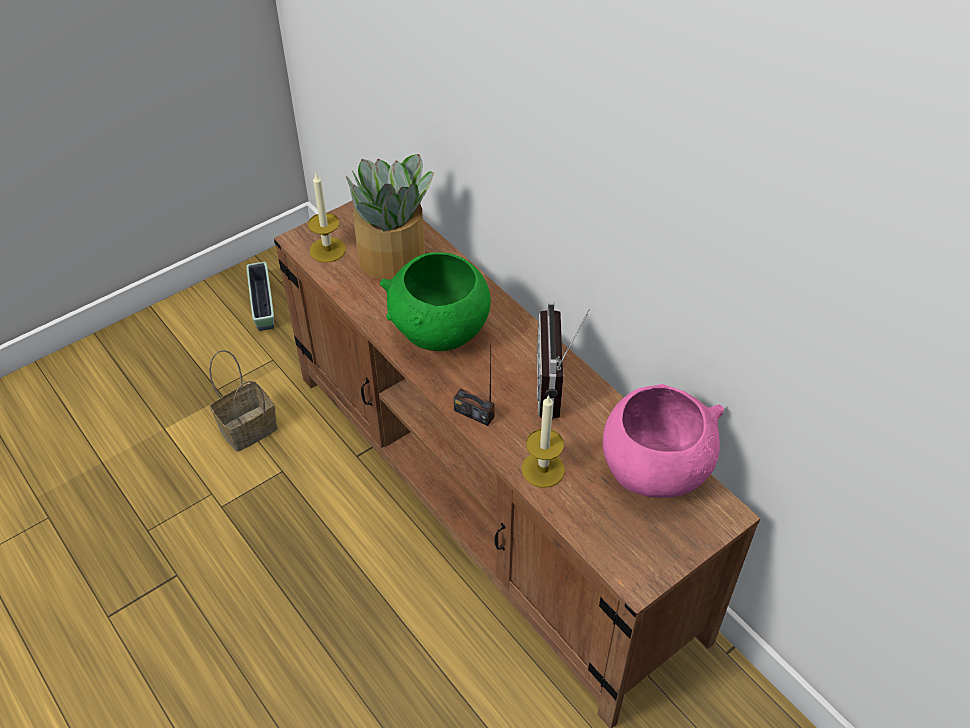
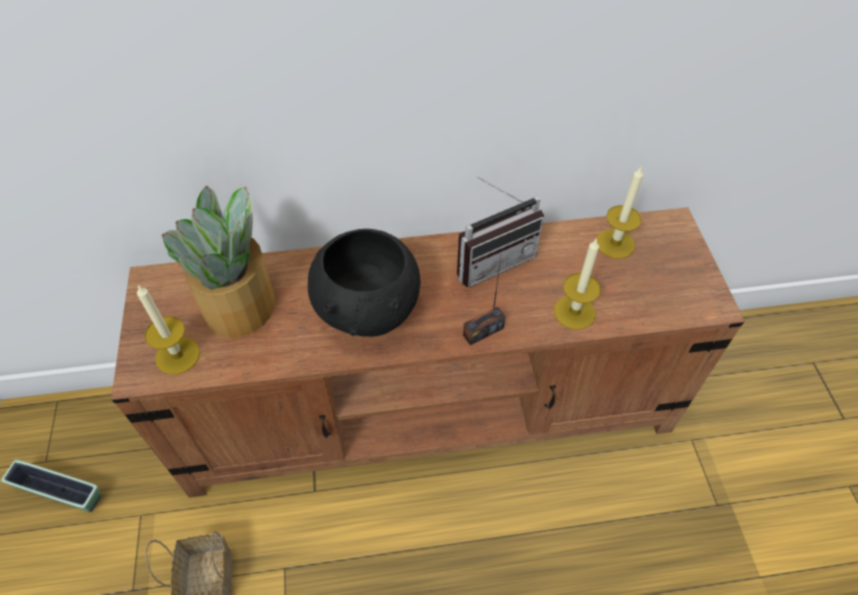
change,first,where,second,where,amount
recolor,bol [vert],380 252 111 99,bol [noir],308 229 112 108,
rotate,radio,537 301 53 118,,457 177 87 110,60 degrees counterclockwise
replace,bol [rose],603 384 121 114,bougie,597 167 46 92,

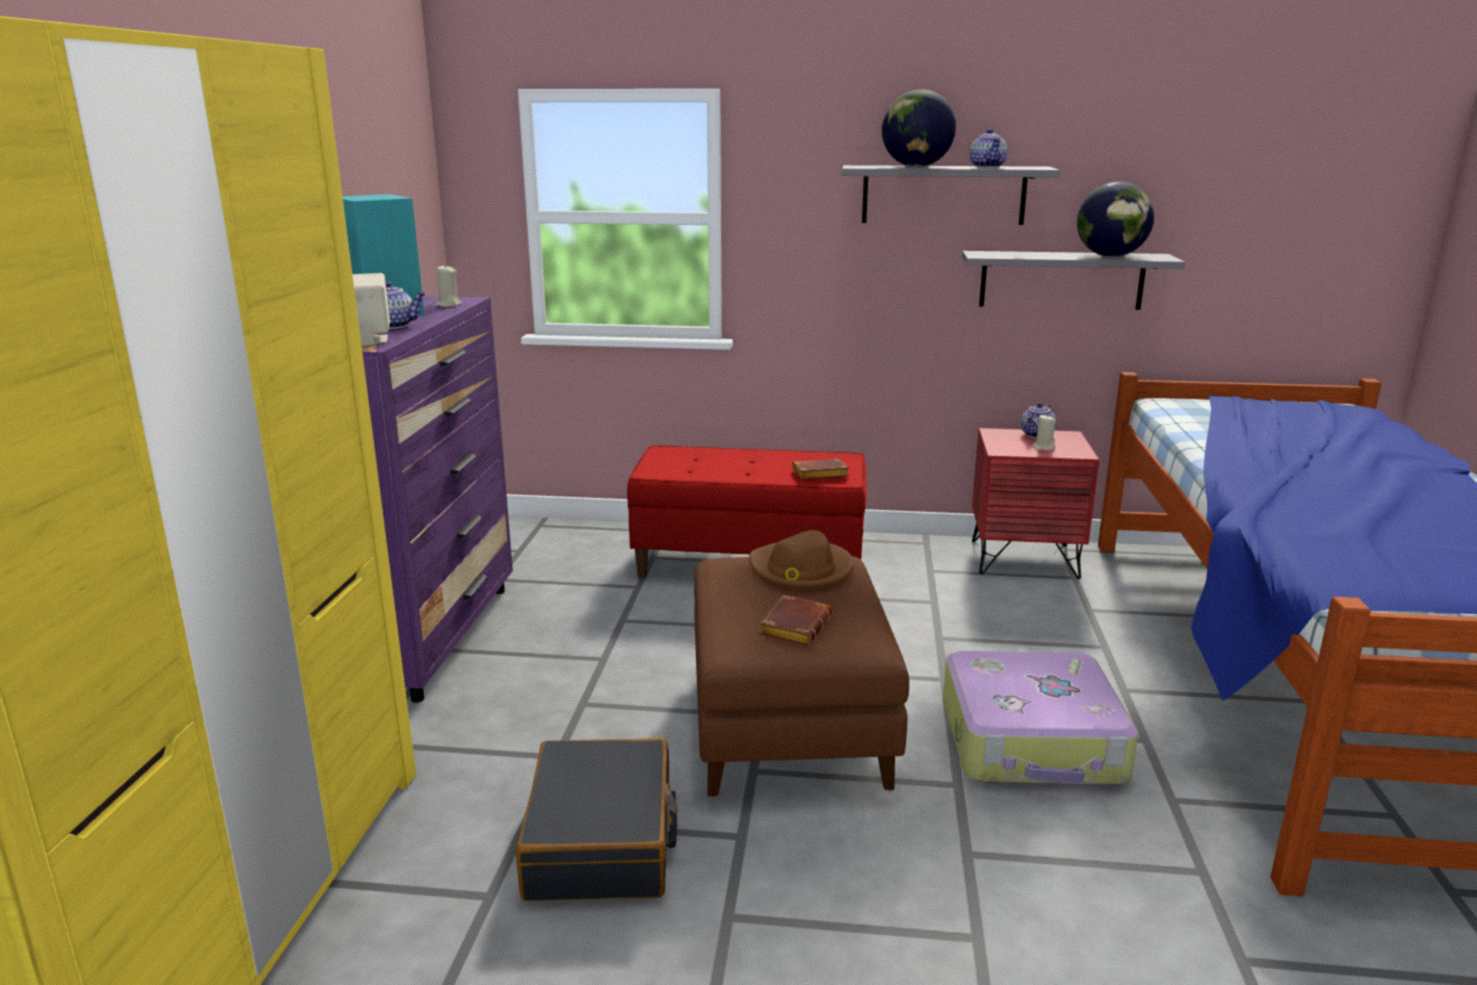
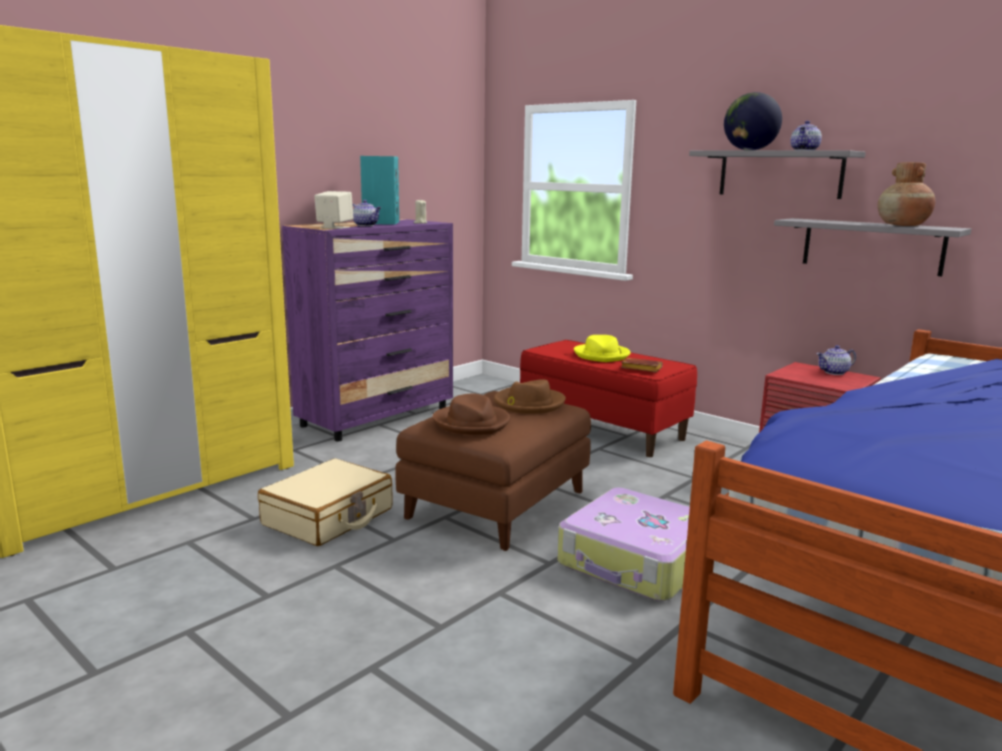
change,first,where,second,where,amount
recolor,valise [noir],516 738 162 163,valise [beige],258 458 135 88,
replace,livre [marron],759 594 73 52,chapeau [marron],432 394 78 41,
delete,bougie [beige],1033 414 23 37,,,
replace,globe,1077 182 77 75,vase [marron],878 162 57 64,
insert,,,chapeau [jaune],574 335 56 27,

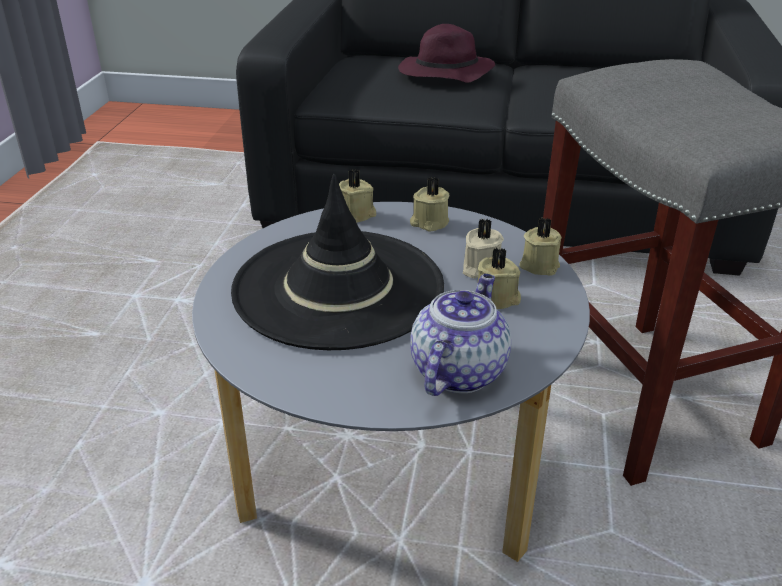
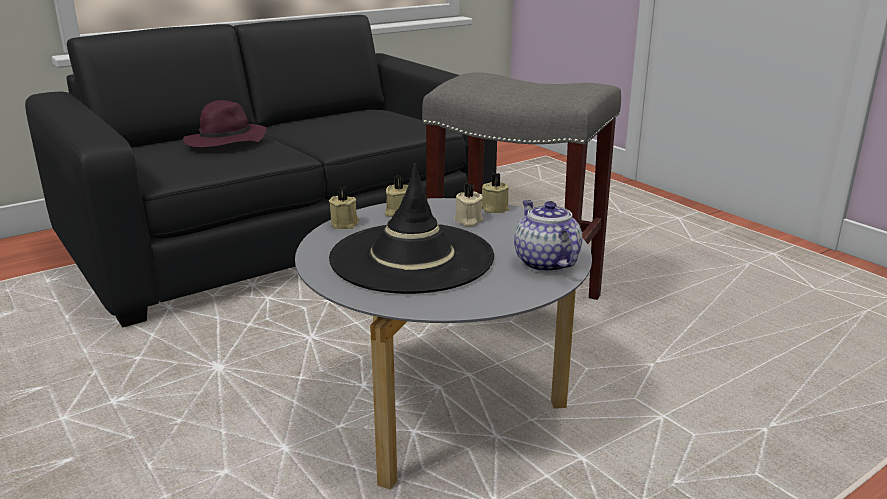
change,first,where,second,where,amount
delete,bougie [beige],477 247 44 62,,,

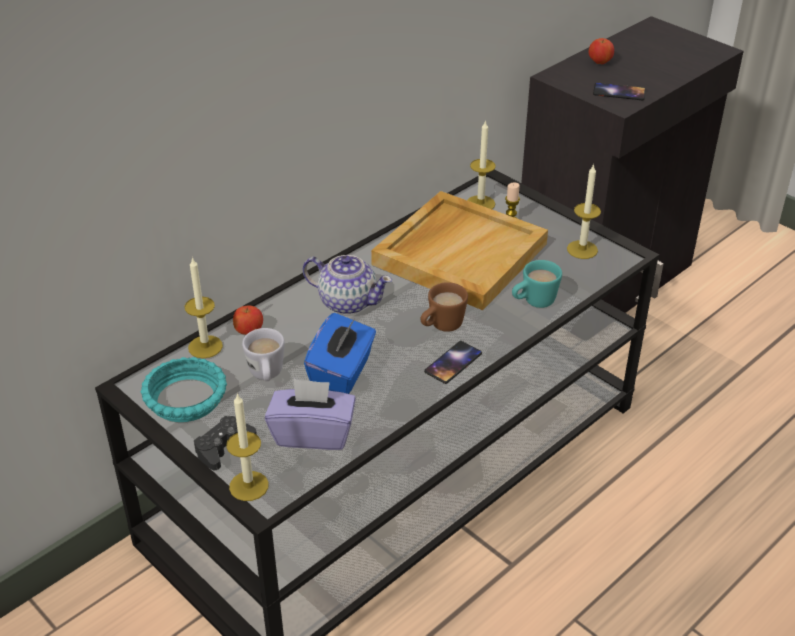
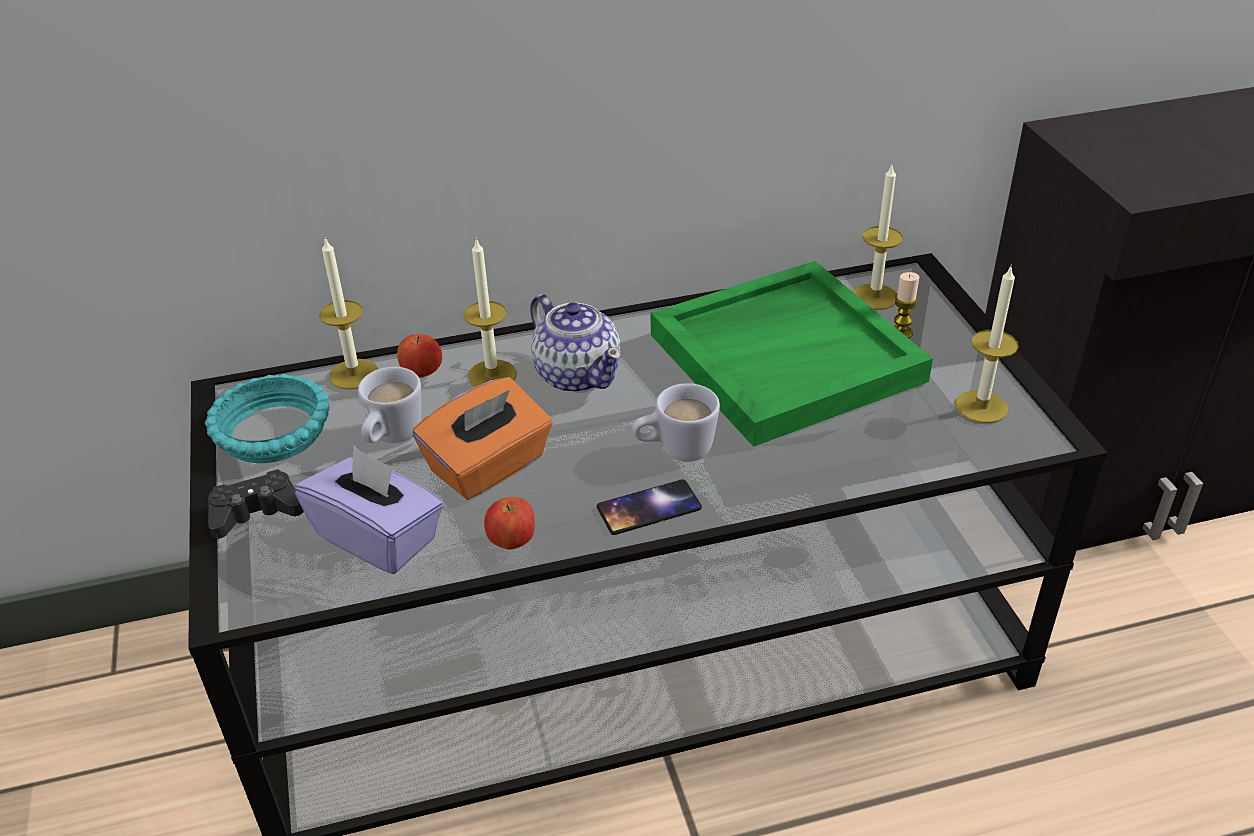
change,first,where,second,where,amount
move,bougie,226 393 43 108,,463 237 54 150,
recolor,boîte à mouchoirs [bleu],304 313 72 81,boîte à mouchoirs [orange],413 377 140 123,
recolor,plateau [beige],371 191 177 119,plateau [vert],650 261 283 186,
recolor,mug [marron],421 282 47 50,mug [blanc],632 383 88 79,
delete,mug [turquoise],512 260 50 48,,,
move,pomme,589 38 25 26,,484 497 51 53,
delete,téléphone,593 83 53 17,,,

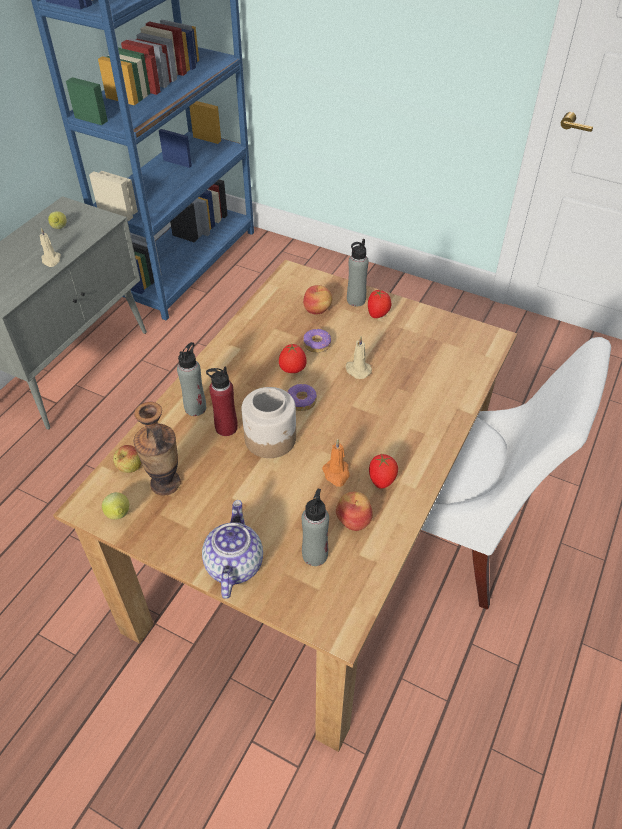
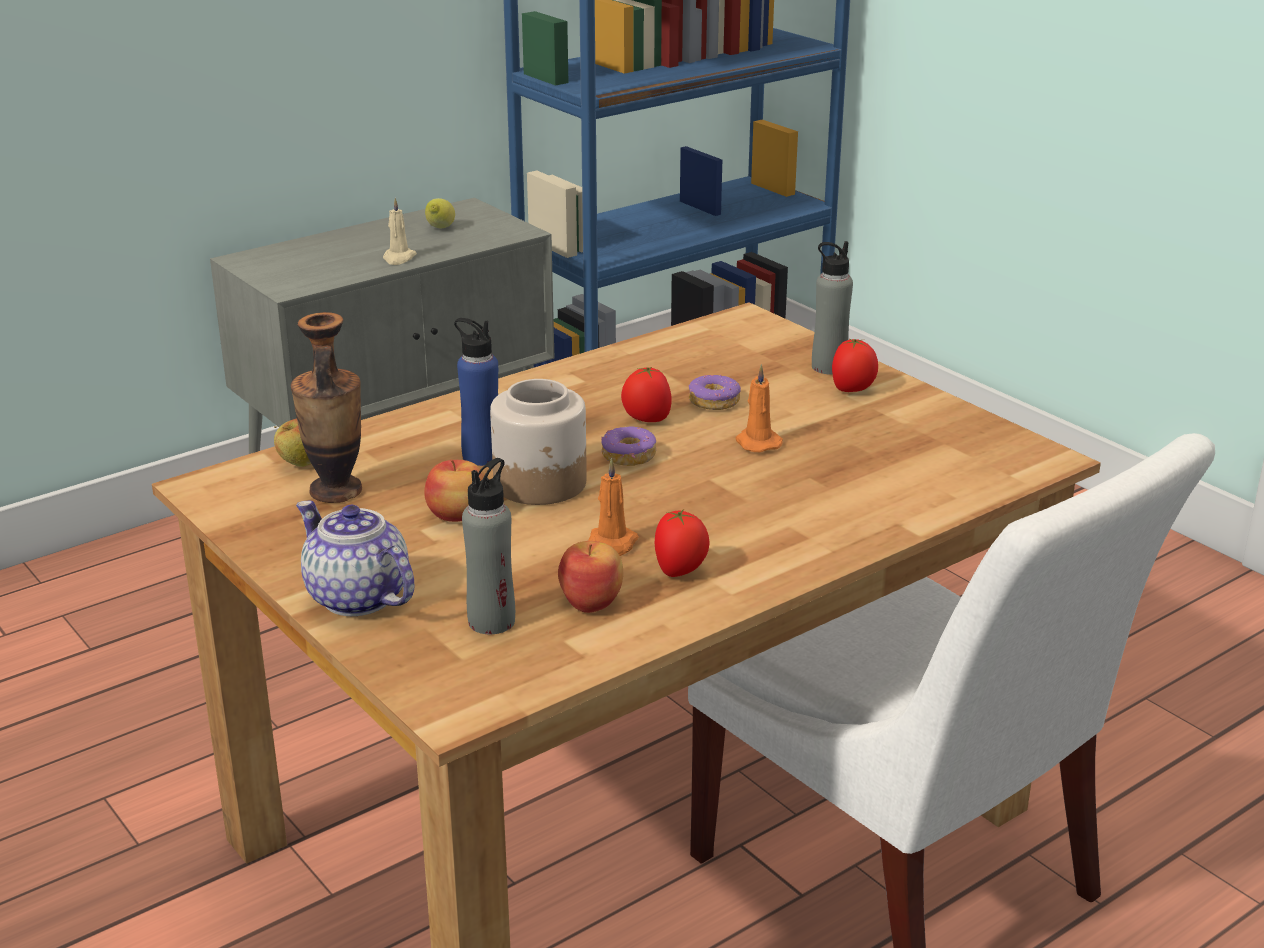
change,first,where,second,where,amount
delete,citron,102 492 27 28,,,
delete,bouteille [gris],177 342 29 74,,,
rotate,théière,202 500 61 99,,296 500 118 116,75 degrees counterclockwise
recolor,bouteille [rouge],206 366 32 70,bouteille [bleu],454 318 44 148,
move,pomme,303 285 29 30,,424 460 61 62,
recolor,bougie [beige],346 336 26 43,bougie [orange],735 364 48 88,

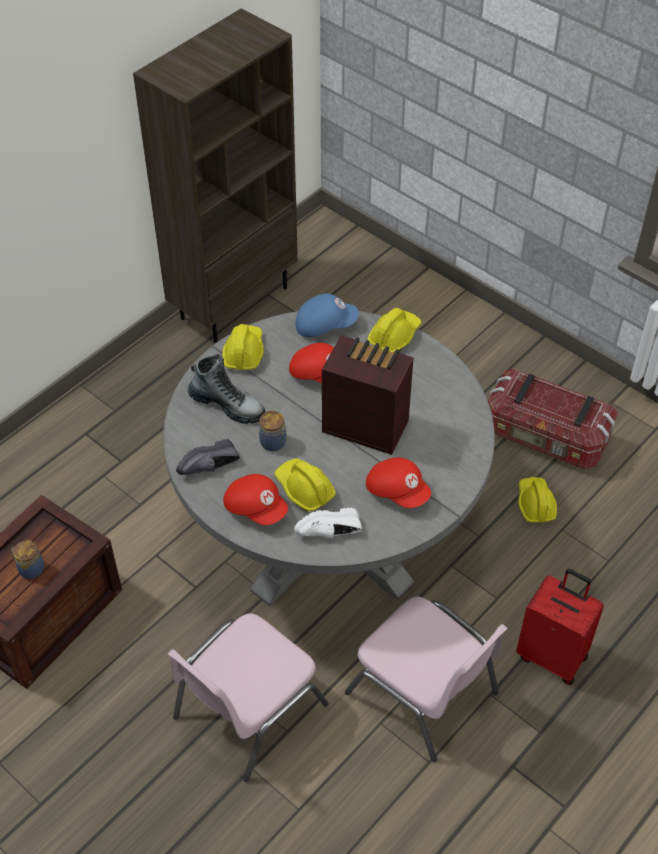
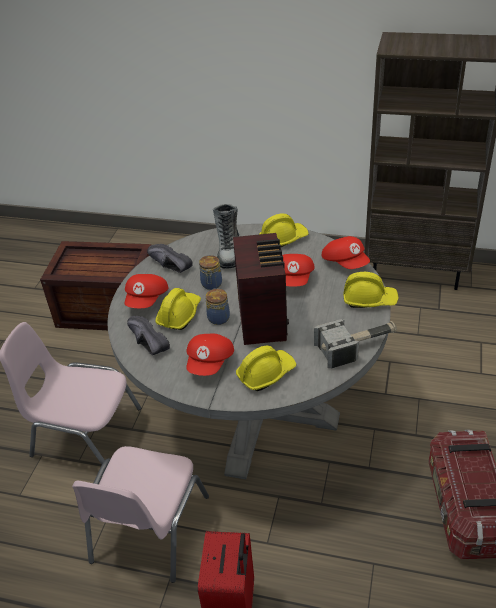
change,first,where,second,where,amount
move,bocal,11 540 33 39,,206 288 24 37,
recolor,chaussure [blanc],294 508 68 31,chaussure [noir],127 316 43 39,
recolor,casquette [bleu],296 294 63 43,casquette [rouge],322 236 48 33,
move,casque de chantier [jaune],518 477 39 45,,236 345 60 46,
insert,,,marteau,314 319 83 49,

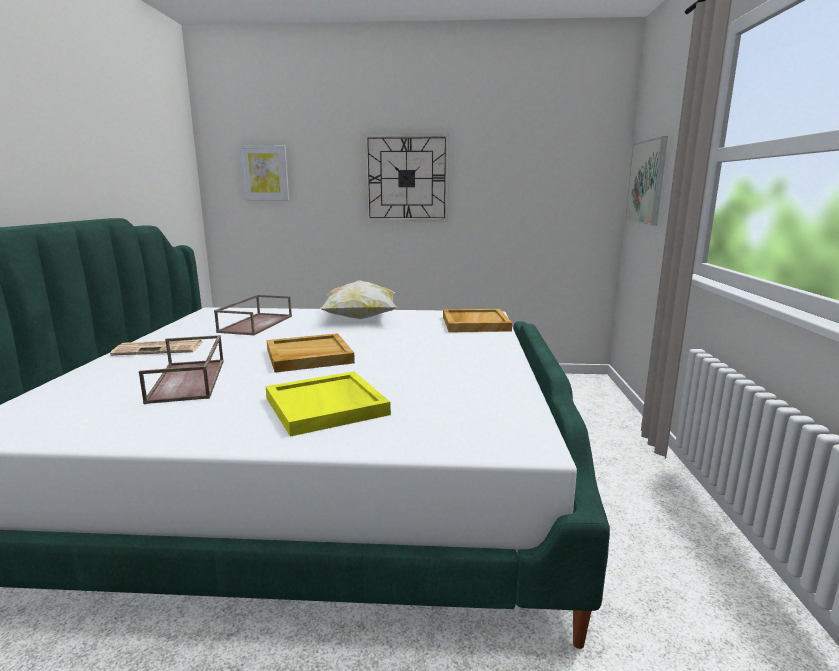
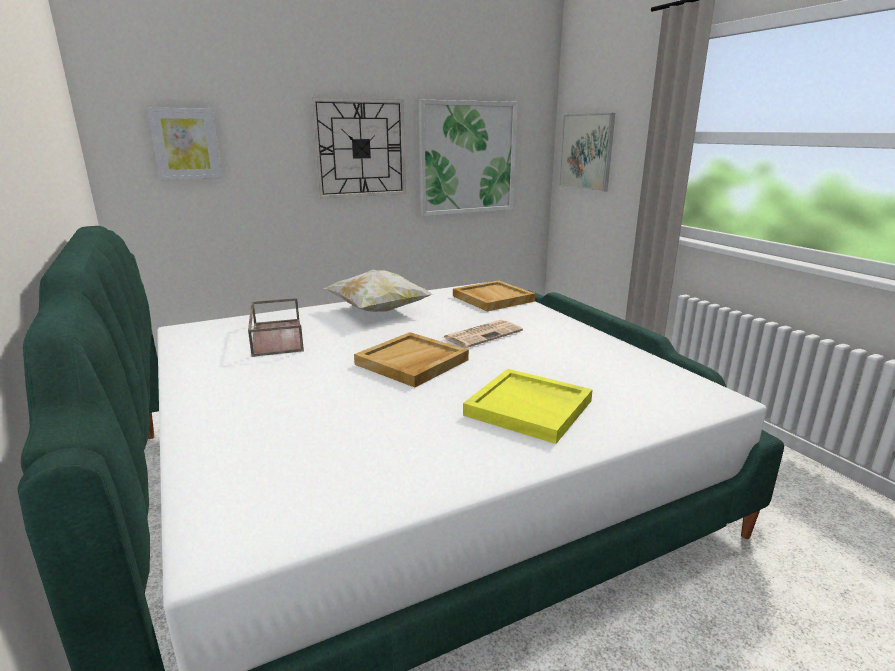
change,first,where,second,where,amount
move,journal,110 340 92 16,,442 320 81 28,
delete,plateau [marron],139 335 85 69,,,
insert,,,tableau,418 100 99 116,

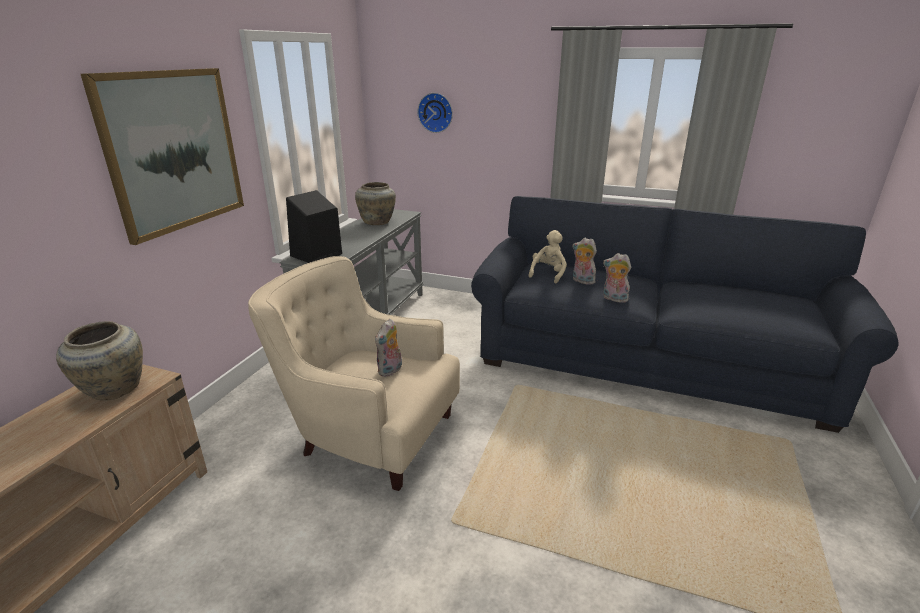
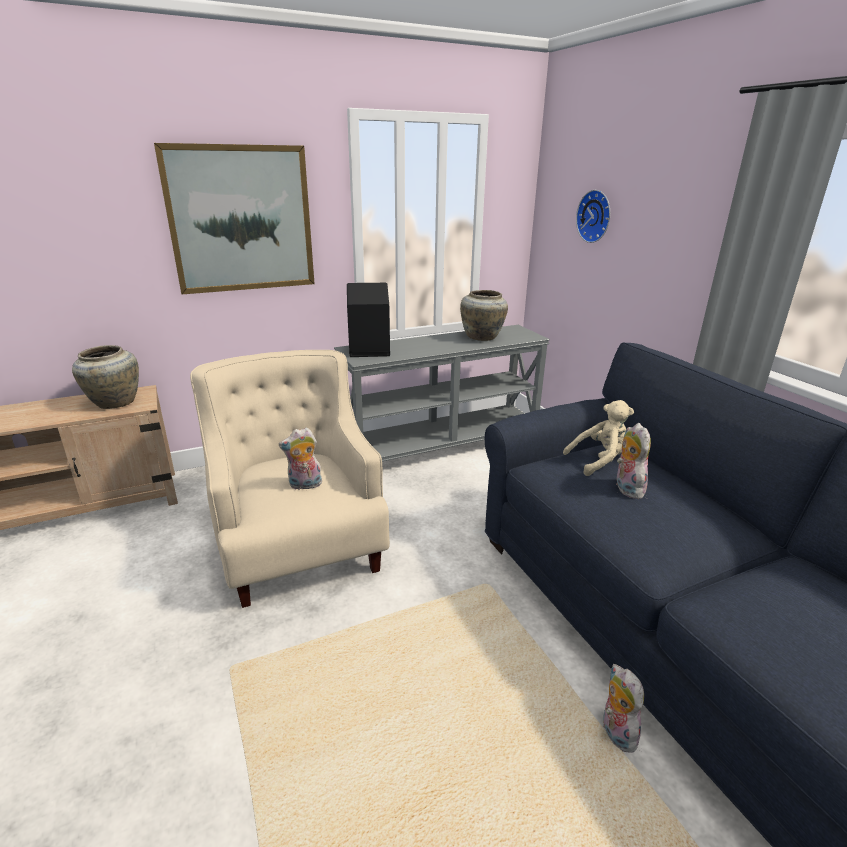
change,first,where,second,where,amount
move,peluche,603 253 28 50,,603 664 41 89,

